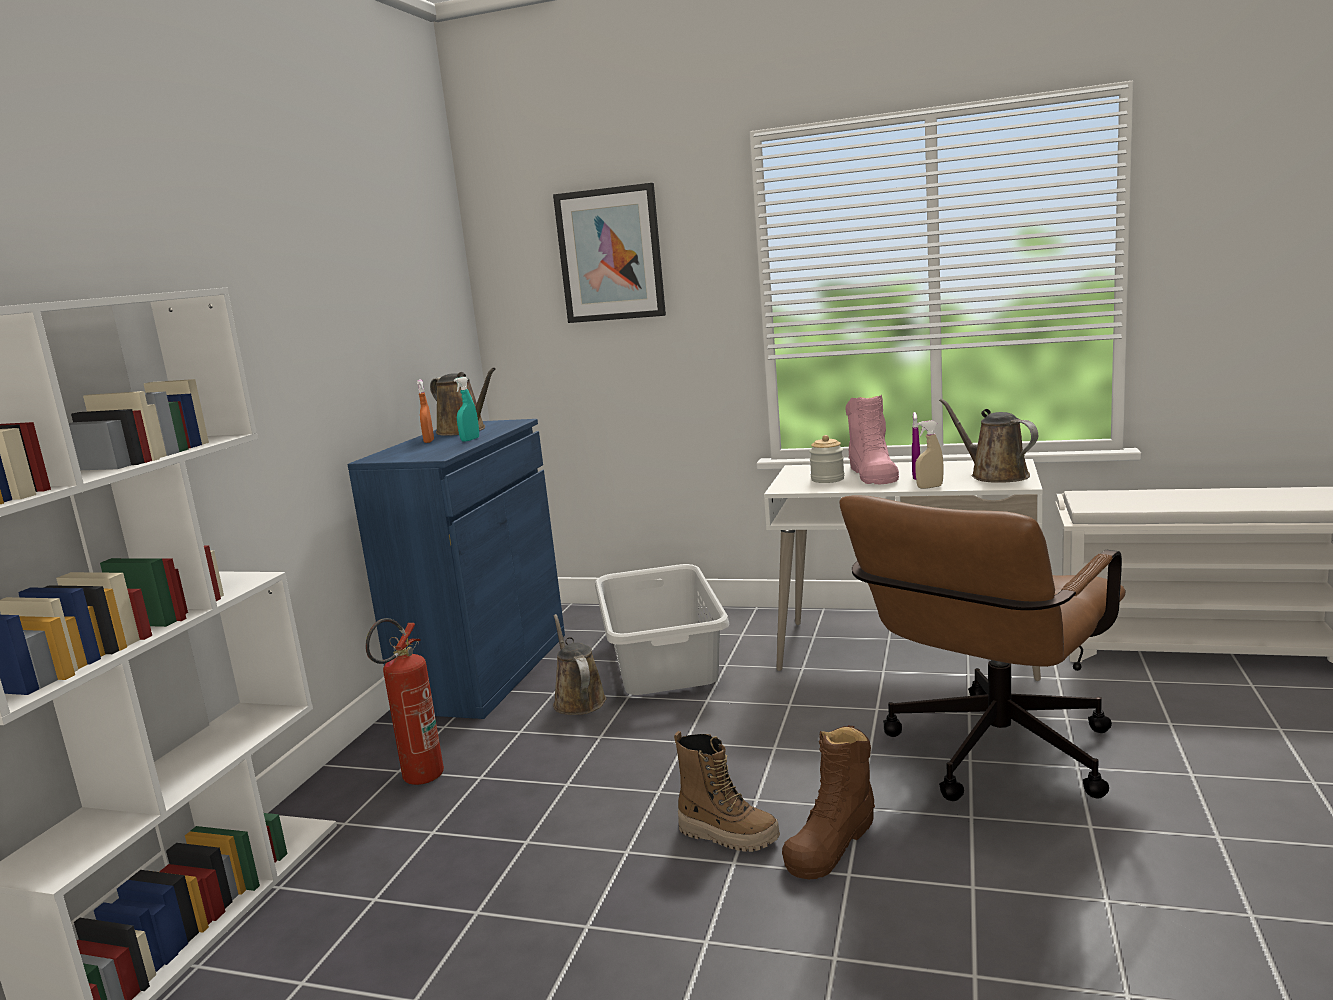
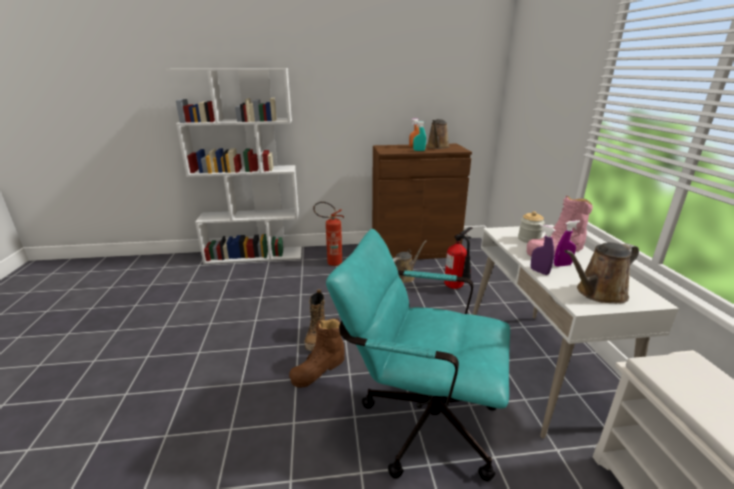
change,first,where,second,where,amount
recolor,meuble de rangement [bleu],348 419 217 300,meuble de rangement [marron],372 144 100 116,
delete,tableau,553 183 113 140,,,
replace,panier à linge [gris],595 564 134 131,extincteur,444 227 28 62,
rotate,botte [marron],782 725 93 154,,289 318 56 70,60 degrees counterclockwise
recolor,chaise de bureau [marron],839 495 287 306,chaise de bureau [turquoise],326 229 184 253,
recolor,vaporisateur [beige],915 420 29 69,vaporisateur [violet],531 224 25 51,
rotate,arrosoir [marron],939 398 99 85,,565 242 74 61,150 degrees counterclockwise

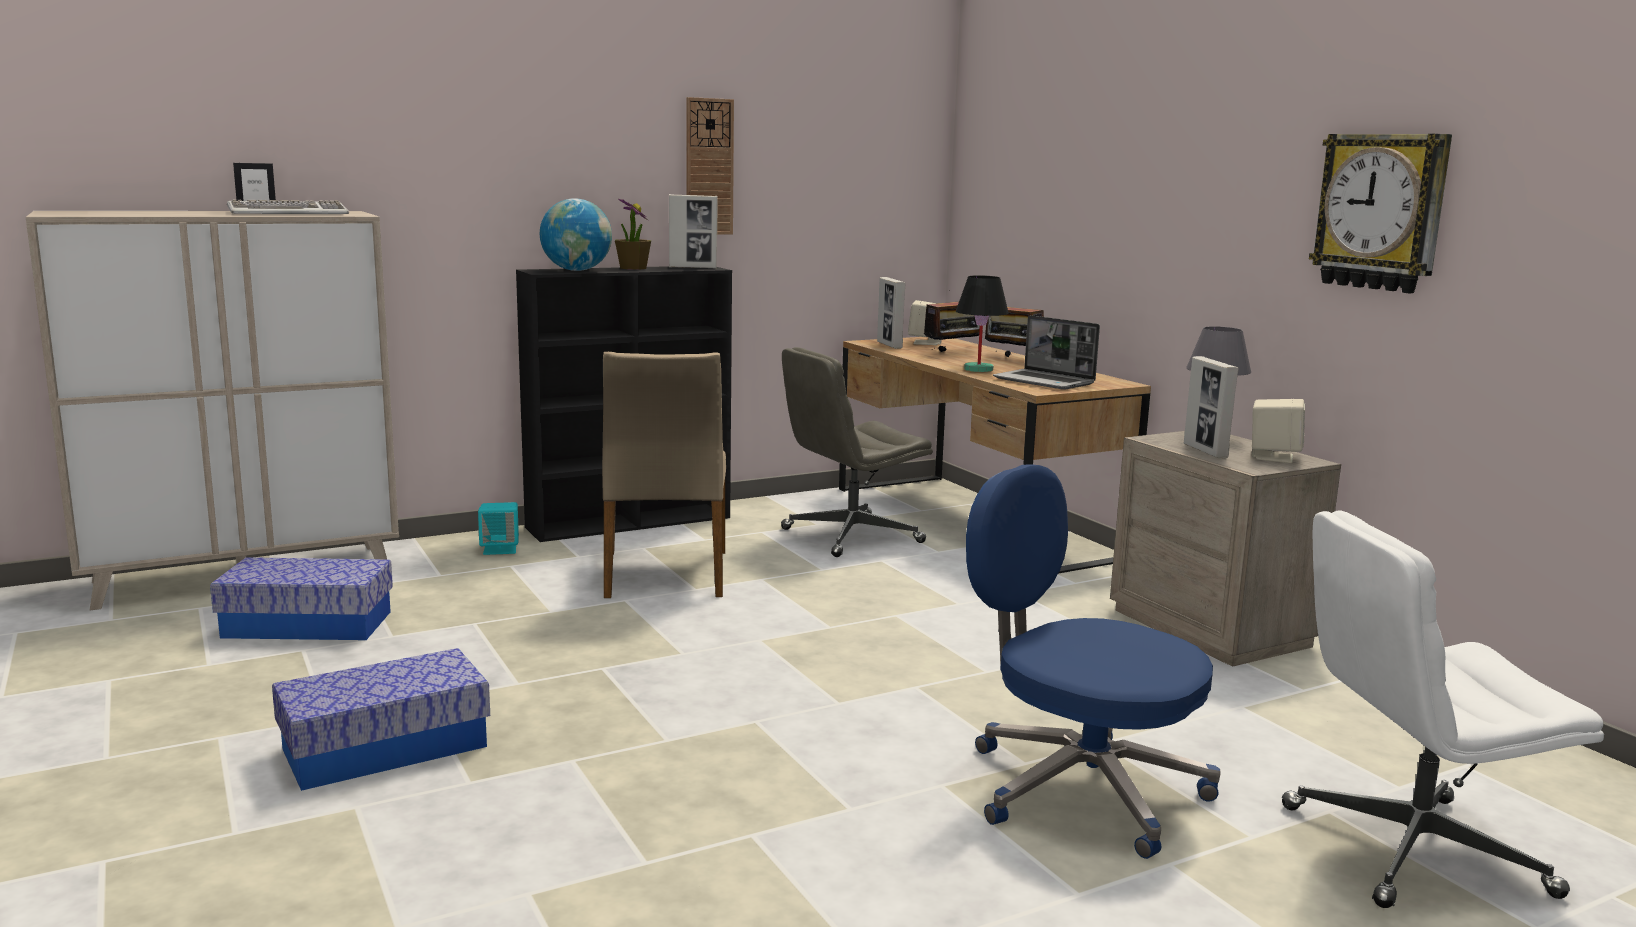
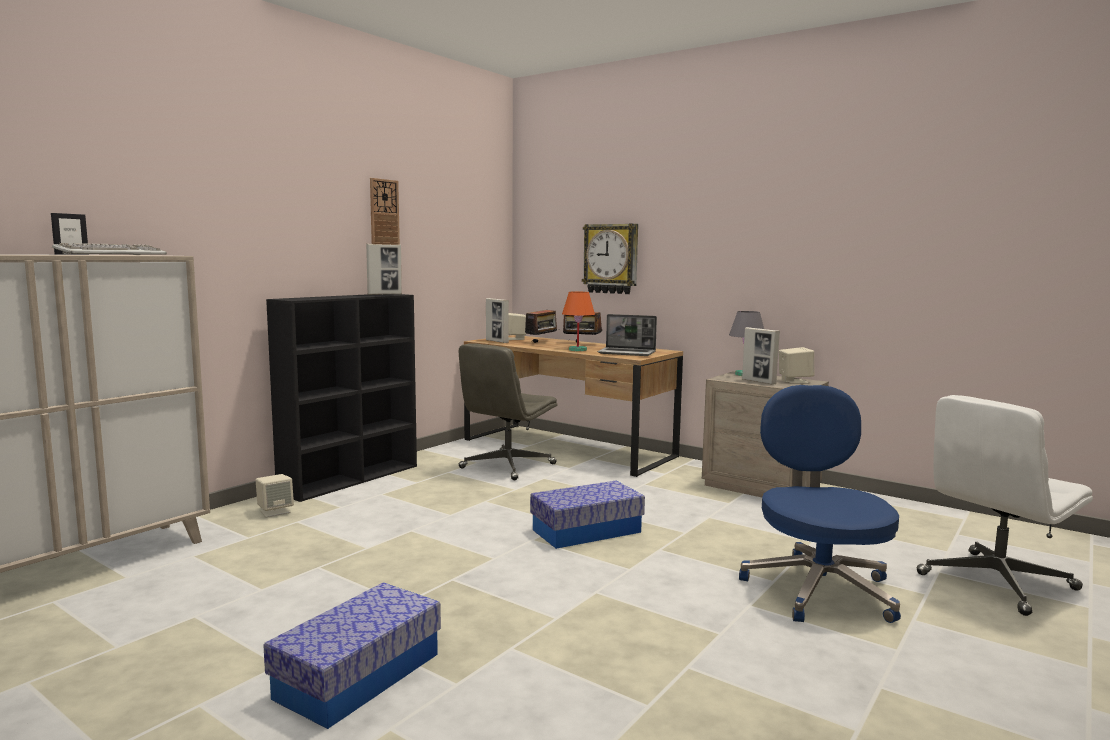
change,first,where,second,where,amount
move,boîte de rangement,210 557 183 83,,530 481 115 68,
recolor,enceinte [turquoise],478 502 41 53,enceinte [beige],256 474 38 43,
delete,globe,540 198 72 73,,,
delete,chaise [beige],602 352 124 246,,,
delete,plante en pot,615 199 36 71,,,
recolor,lampe de table [noir],956 275 53 97,lampe de table [orange],562 291 33 60,
rotate,chaise de bureau [bleu],966 464 255 395,,739 385 162 238,75 degrees clockwise
move,horloge murale,1309 134 143 159,,582 224 56 70,

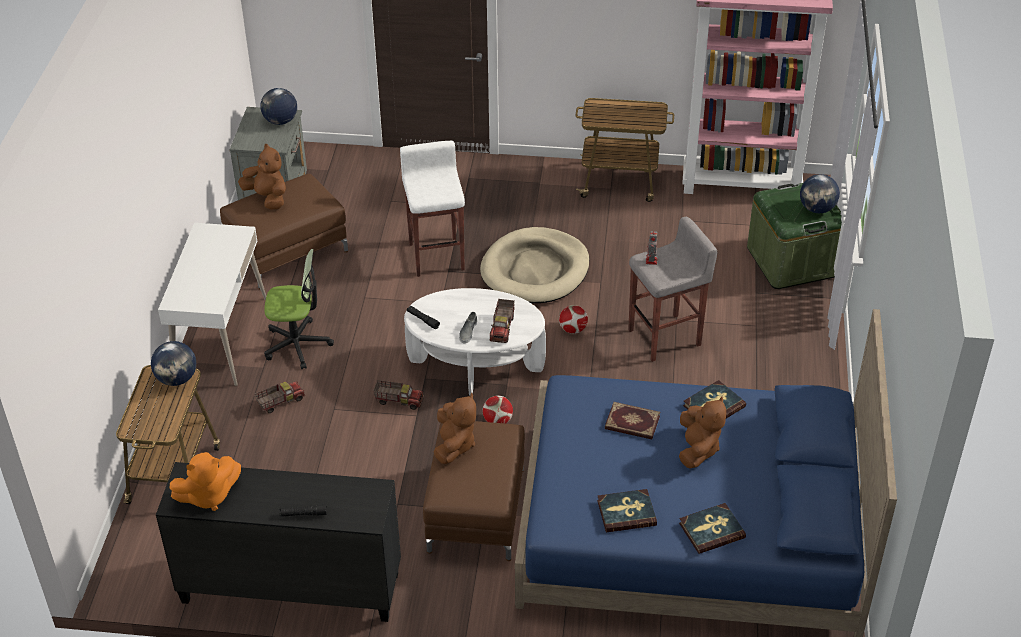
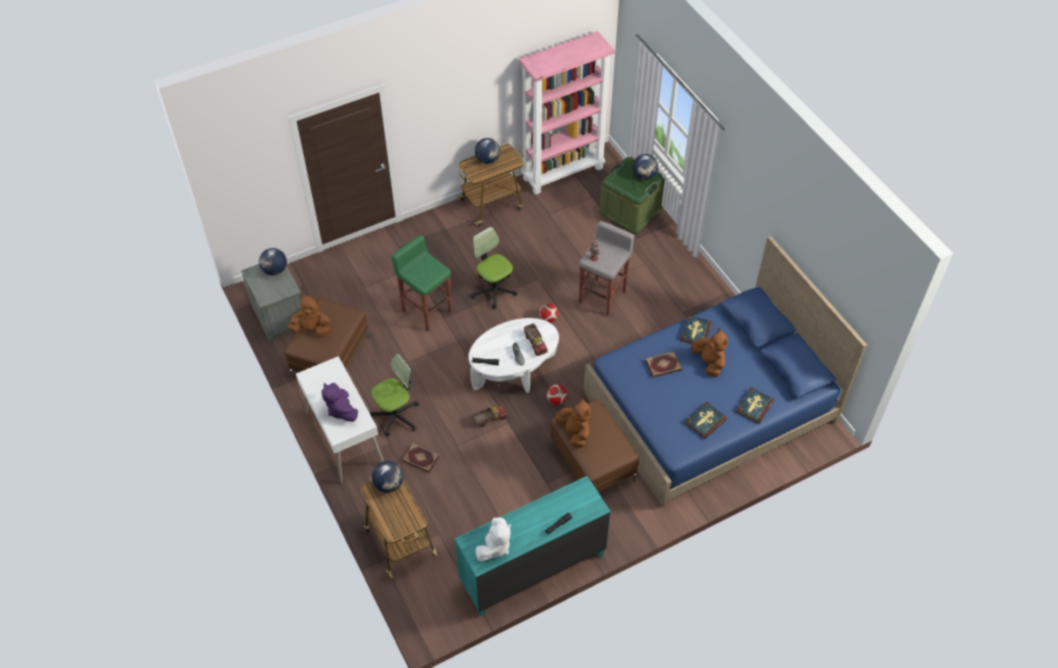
change,first,where,second,where,amount
recolor,commode [noir],156 462 245 160,commode [turquoise],455 476 156 140,
recolor,peluche [orange],170 452 71 59,peluche [blanc],475 517 36 45,
replace,camion jouet,254 381 51 32,livre,402 443 38 30,
recolor,tabouret [blanc],400 141 65 136,tabouret [vert],391 235 61 96,
replace,panier pour chien [beige],480 227 110 76,chaise de bureau,471 227 46 82,
insert,,,peluche [violet],321 382 37 40,
insert,,,globe,475 138 25 26,

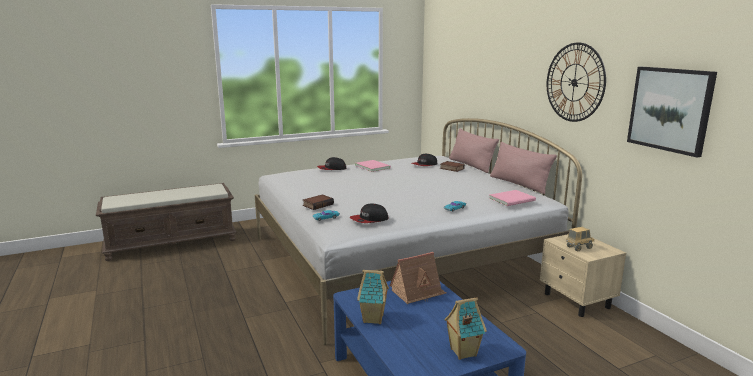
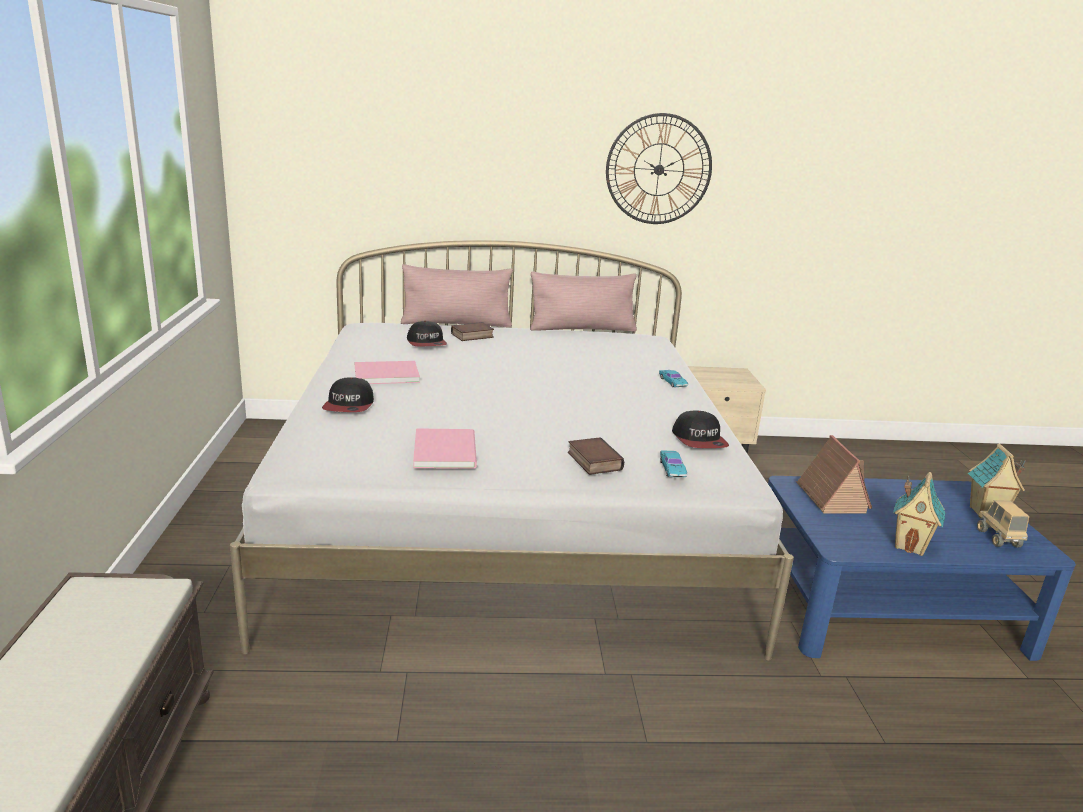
change,first,where,second,where,amount
move,livre [rose],489 190 47 16,,413 428 64 41,
move,camion jouet,566 227 28 24,,977 500 52 47,
delete,tableau,627 67 90 90,,,

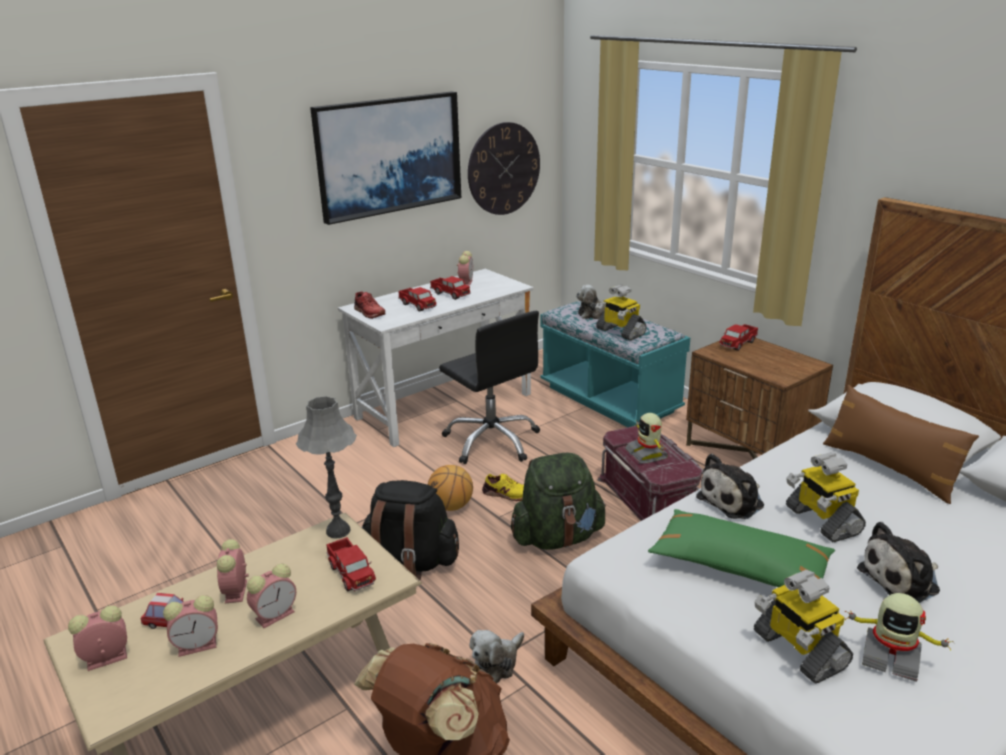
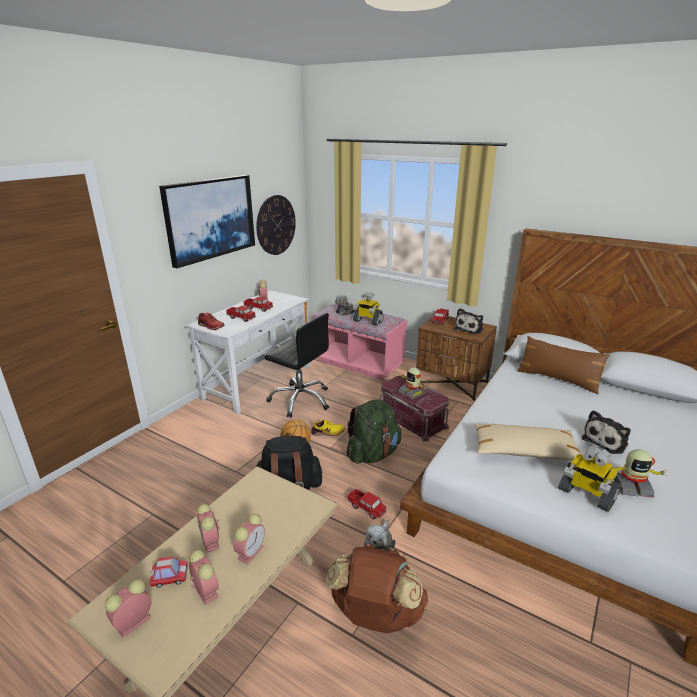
change,first,where,second,where,amount
rotate,réveil,163 595 55 62,,189 550 30 55,90 degrees counterclockwise
delete,lampe de table [gris],296 396 61 142,,,
move,camion jouet,326 537 50 54,,347 488 40 31,
recolor,banc [turquoise],540 301 150 126,banc [rose],311 304 97 76,
recolor,coussin [vert],648 509 187 78,coussin [beige],474 424 107 37,
move,peluche,696 454 68 65,,454 308 29 26,
delete,robot jouet,786 452 80 90,,,

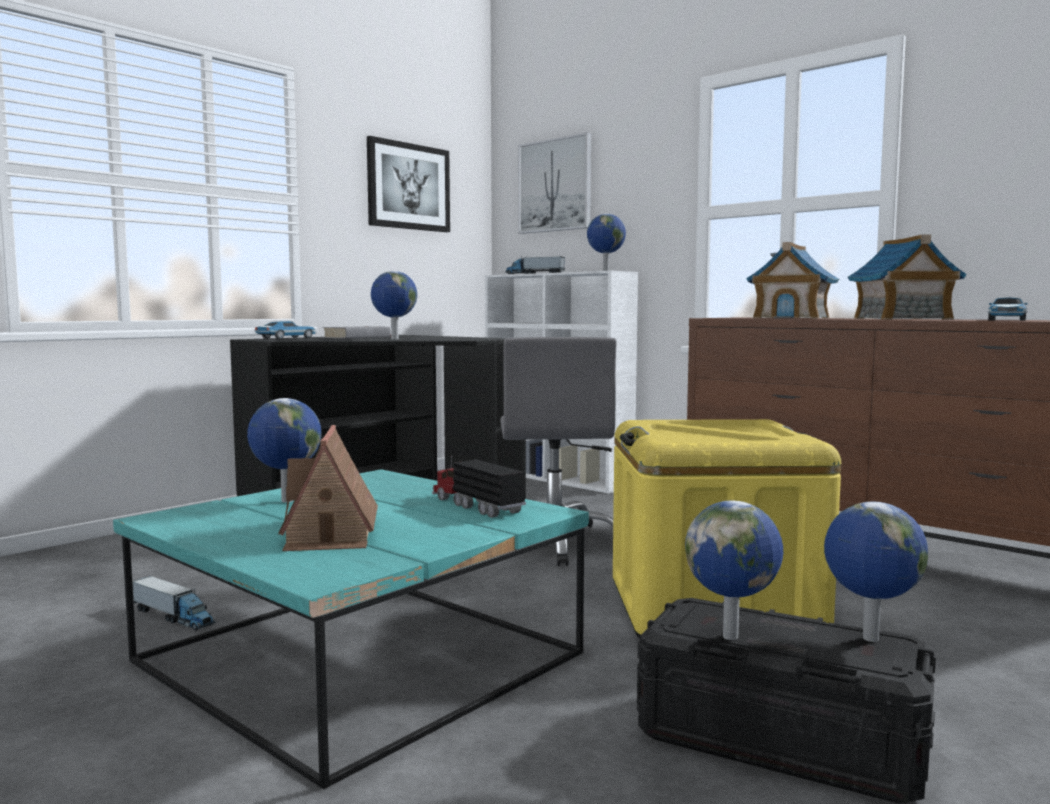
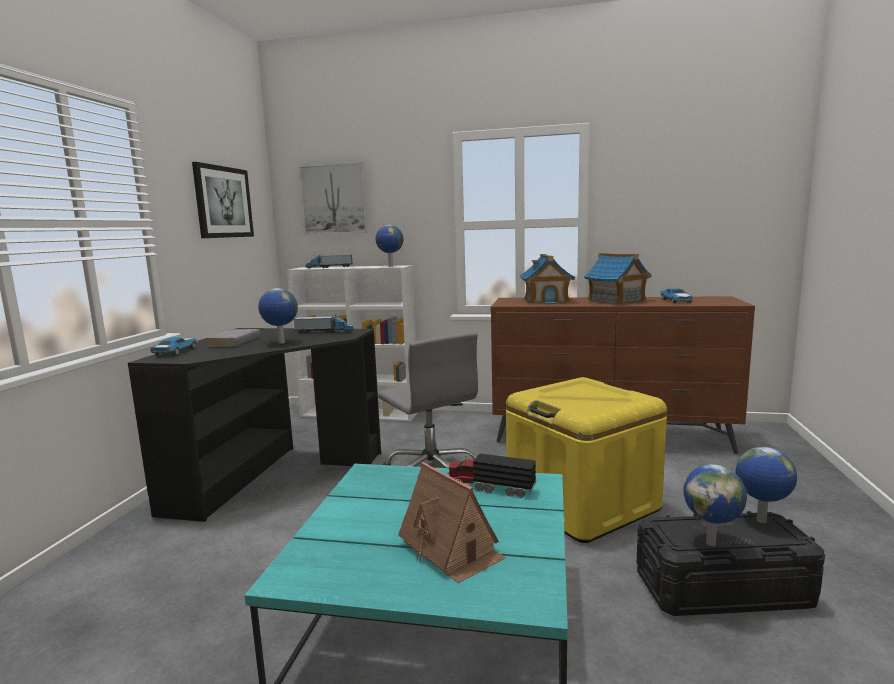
change,first,where,second,where,amount
move,camion jouet,132 576 84 55,,294 315 60 19,
delete,globe,247 398 74 104,,,

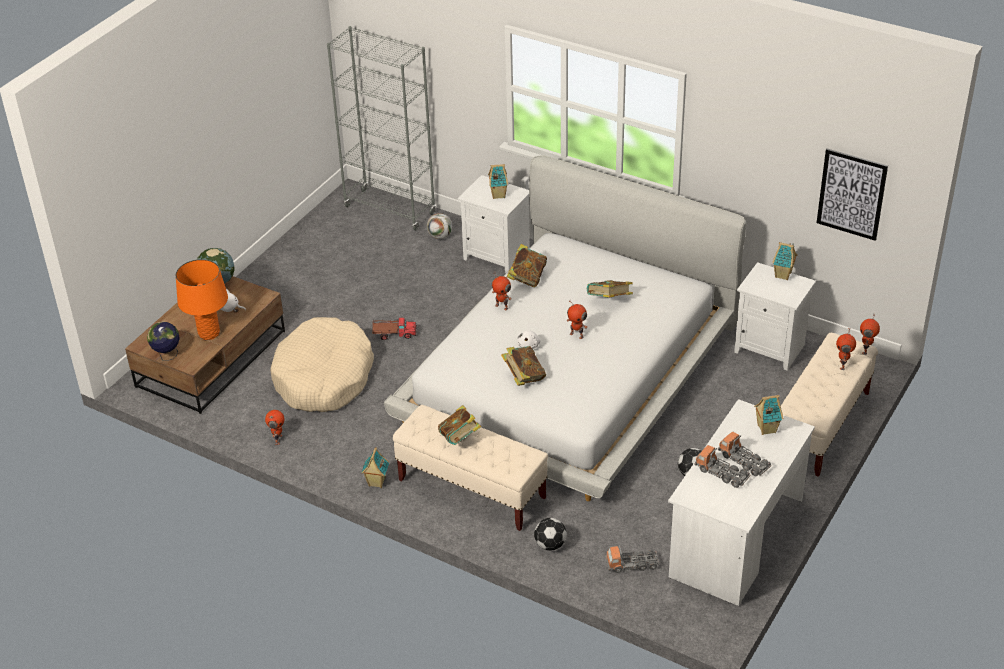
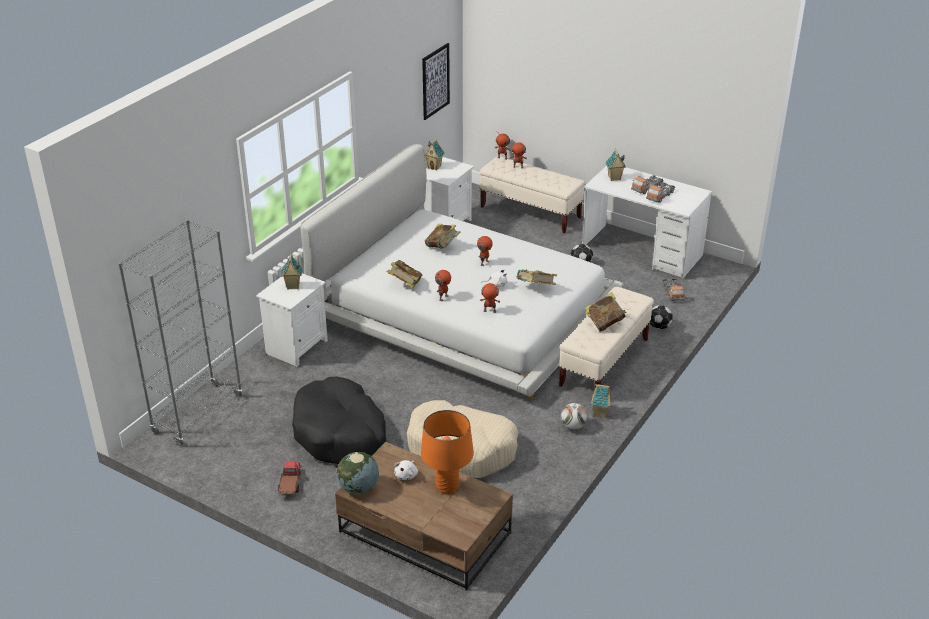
change,first,where,second,where,amount
delete,globe,147 322 33 39,,,
move,robot jouet,265 410 19 35,,480 283 20 30,
move,camion jouet,372 318 45 22,,278 461 23 33,
move,ballon de foot,427 213 25 26,,561 403 27 27,
insert,,,panier pour chien [noir],292 376 95 88,

